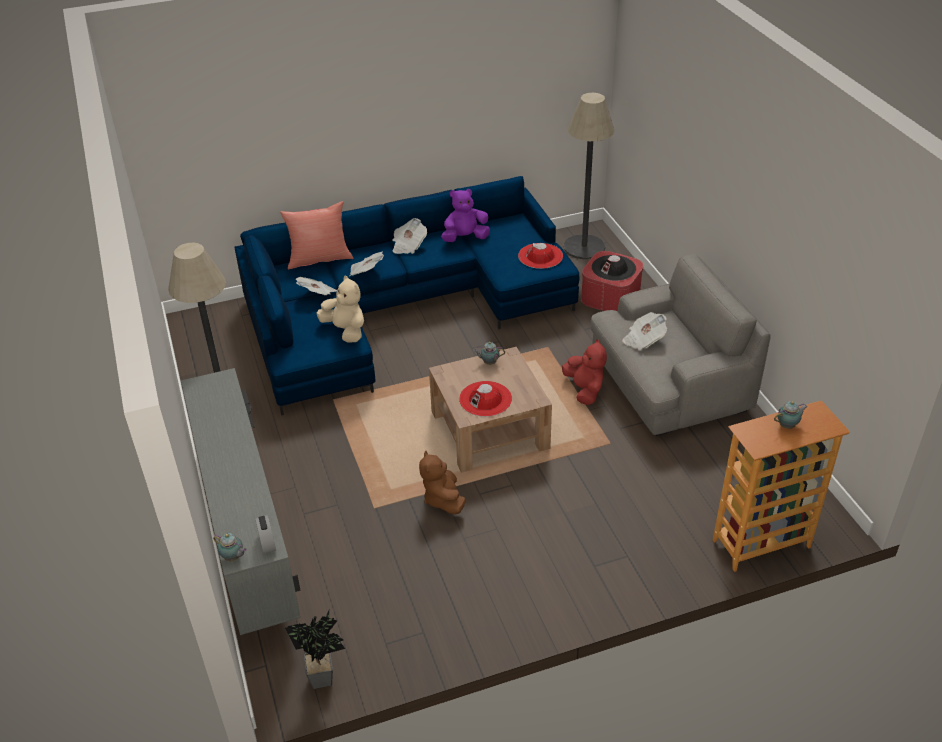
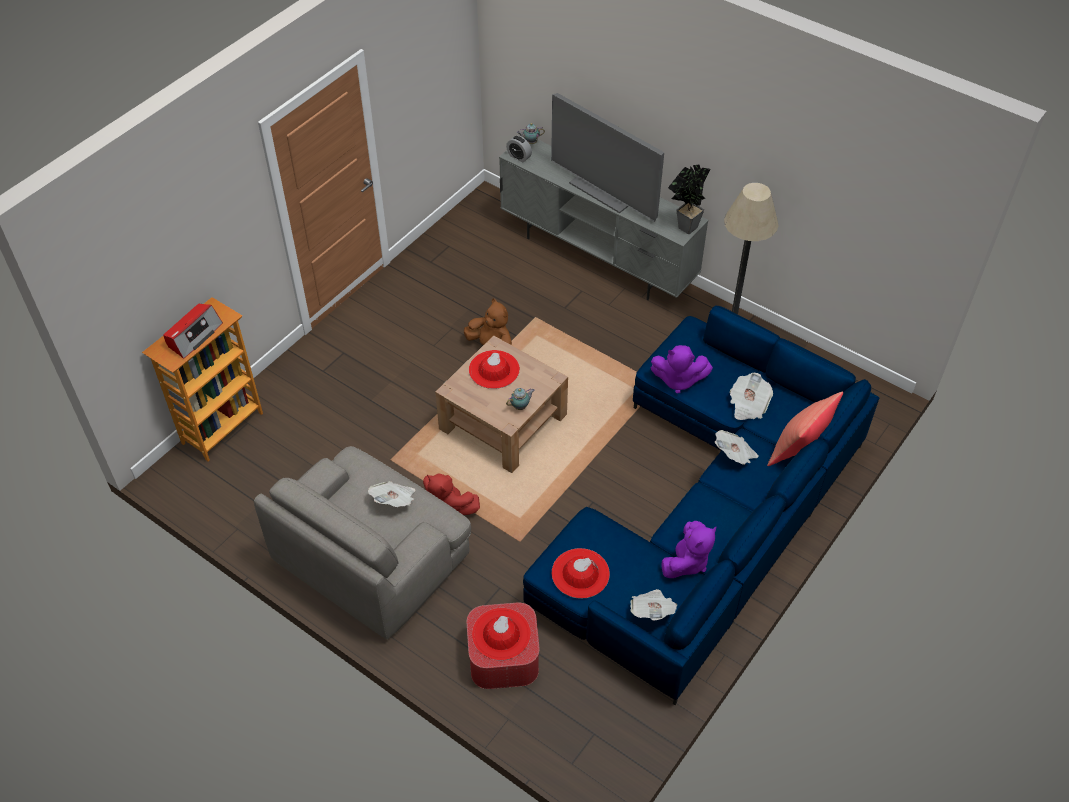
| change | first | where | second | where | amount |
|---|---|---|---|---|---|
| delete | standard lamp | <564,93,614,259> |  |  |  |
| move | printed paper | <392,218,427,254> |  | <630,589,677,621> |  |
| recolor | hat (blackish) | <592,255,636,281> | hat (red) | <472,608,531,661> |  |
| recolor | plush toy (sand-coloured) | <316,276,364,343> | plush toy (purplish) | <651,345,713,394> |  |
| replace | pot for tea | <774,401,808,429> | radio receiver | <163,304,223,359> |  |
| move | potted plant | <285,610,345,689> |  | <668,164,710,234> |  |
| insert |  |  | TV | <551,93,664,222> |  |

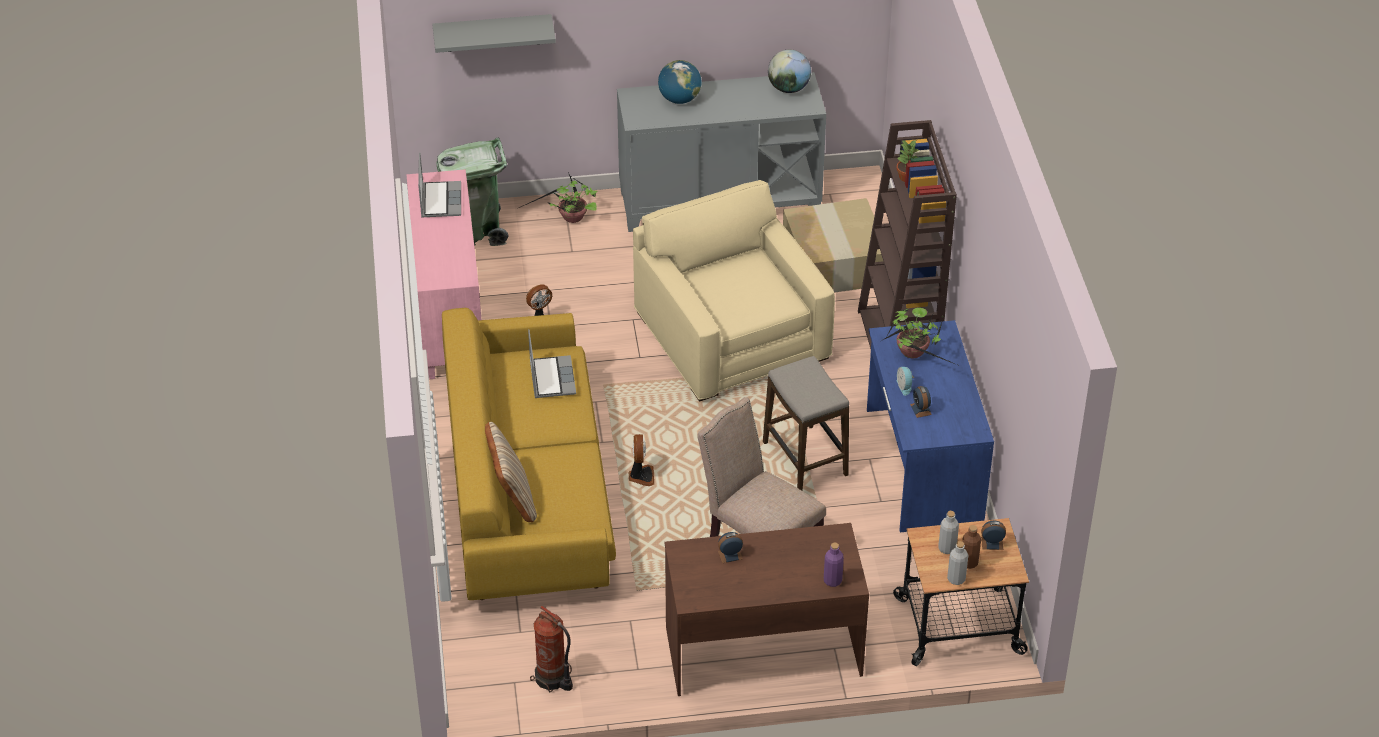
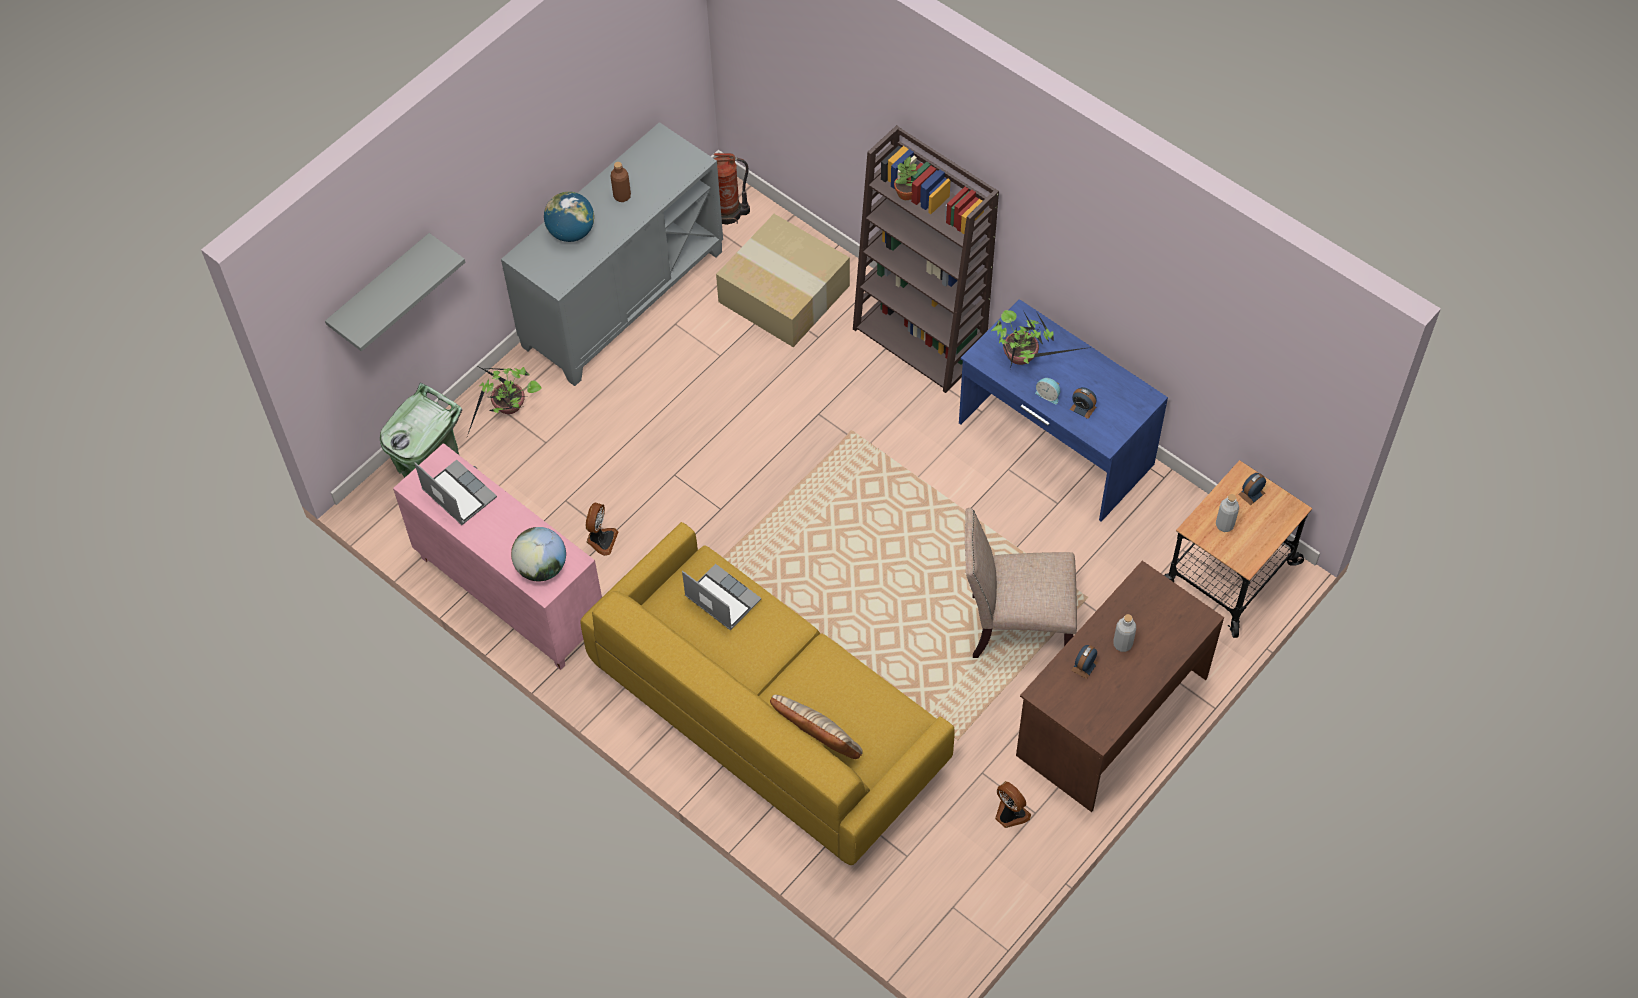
| change | first | where | second | where | amount |
|---|---|---|---|---|---|
| move | globe | <768,49,811,93> |  | <511,527,566,581> |  |
| delete | easy chair (sand-coloured) | <633,180,835,402> |  |  |  |
| delete | sitting stool | <763,356,849,491> |  |  |  |
| move | fan | <629,434,654,486> |  | <995,781,1031,828> |  |
| move | bottle (brownish) | <962,525,981,569> |  | <611,162,631,202> |  |
| move | bottle (greyish) | <947,541,968,585> |  | <1113,614,1136,652> |  |
| delete | bottle (purplish) | <824,542,844,587> |  |  |  |
| move | fire extinguisher | <530,606,573,692> |  | <714,153,750,225> |  |

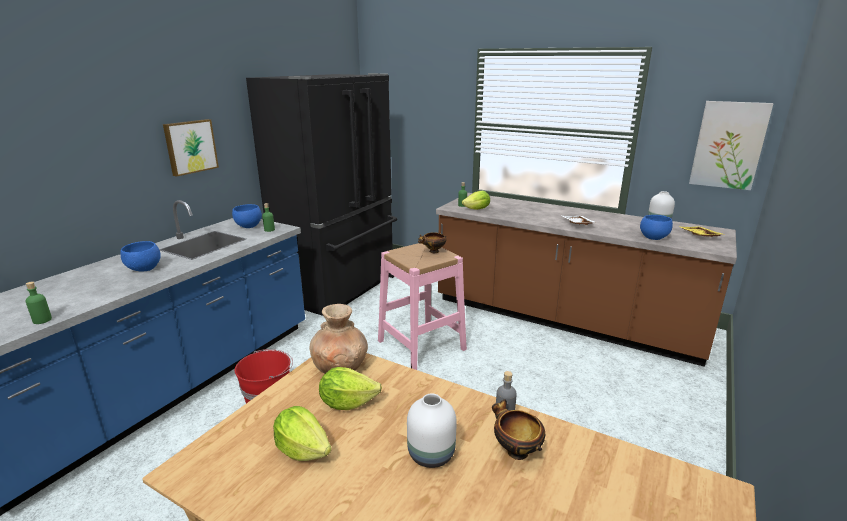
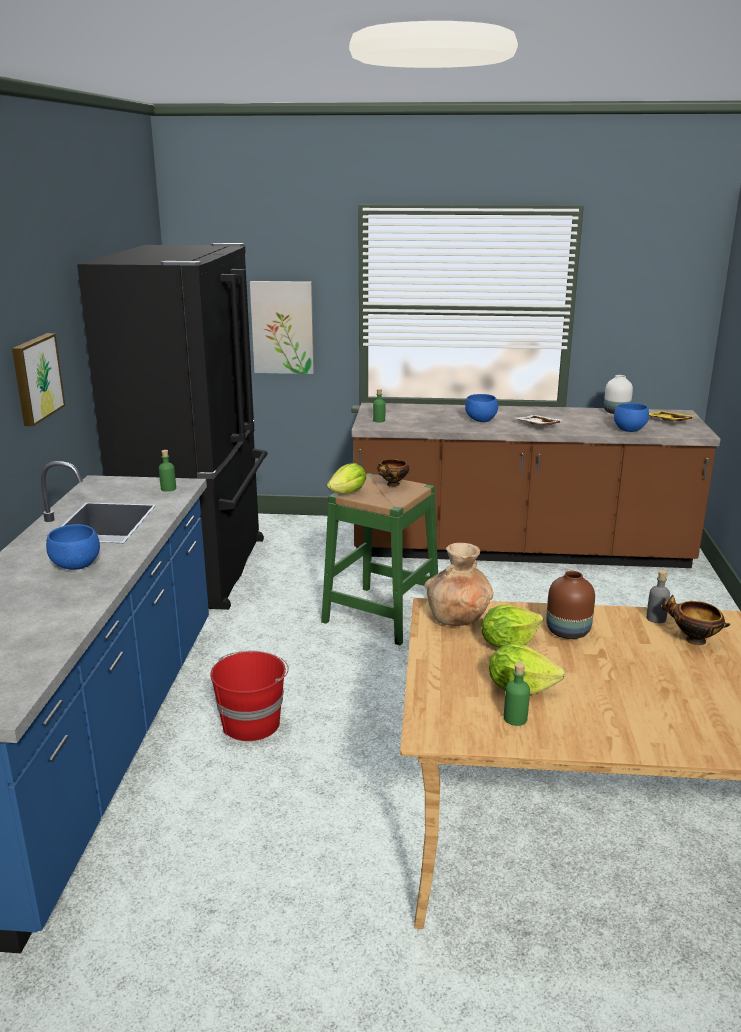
| change | first | where | second | where | amount |
|---|---|---|---|---|---|
| move | wall art | <689,101,773,190> |  | <250,281,314,374> |  |
| move | head of lettuce | <462,191,490,210> |  | <327,463,366,494> |  |
| move | serving bowl (blue) | <232,204,262,228> |  | <465,394,498,422> |  |
| recolor | sitting stool (pink) | <378,243,467,370> | sitting stool (green-coloured) | <321,473,438,645> |  |
| move | bottle (green-coloured) | <26,282,52,324> |  | <504,662,530,726> |  |
| delete | decorative vase (white) | <407,393,457,468> |  |  |  |
| insert |  |  | decorative vase (brownish) | <546,571,595,639> |  |

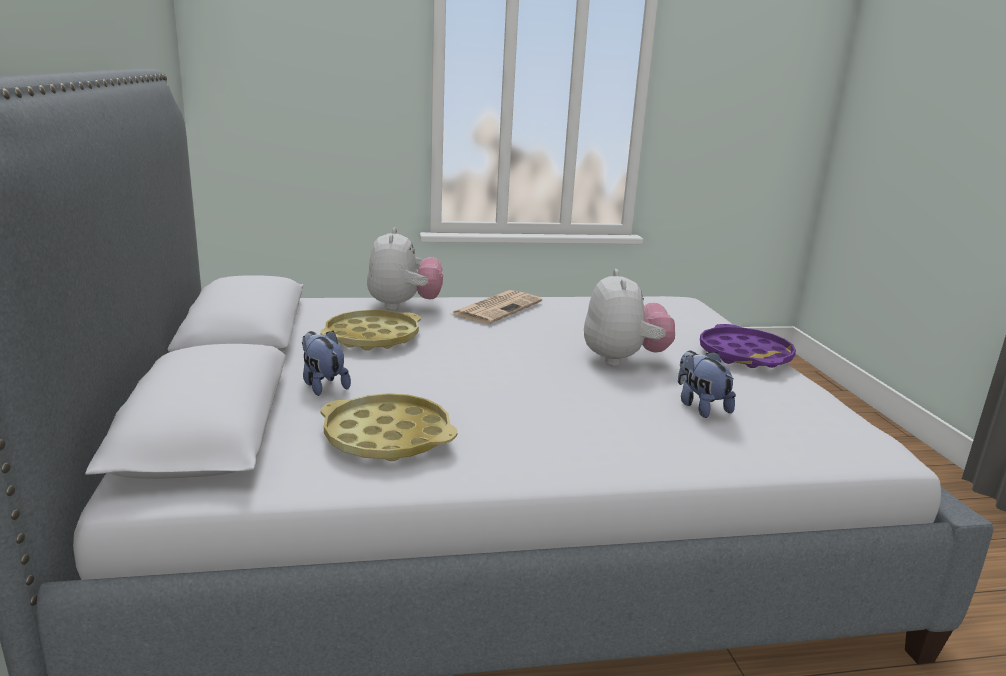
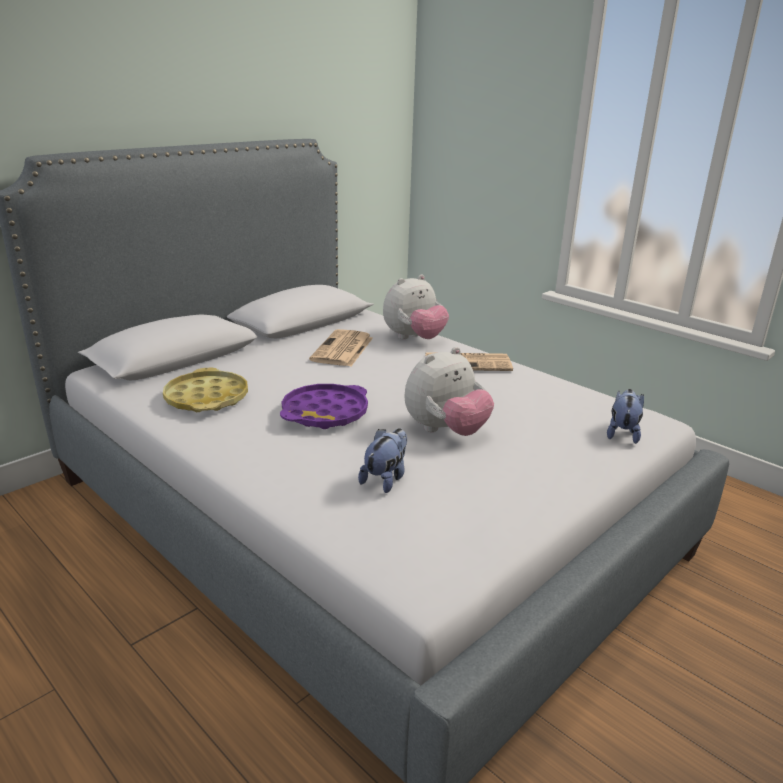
| change | first | where | second | where | amount |
|---|---|---|---|---|---|
| replace | carrying tray (yellow) | <320,310,421,351> | printed paper | <309,329,373,366> |  |
| move | carrying tray (purplish) | <700,324,796,368> |  | <280,384,368,429> |  |
| move | plush toy | <302,331,351,396> |  | <607,389,644,444> |  |

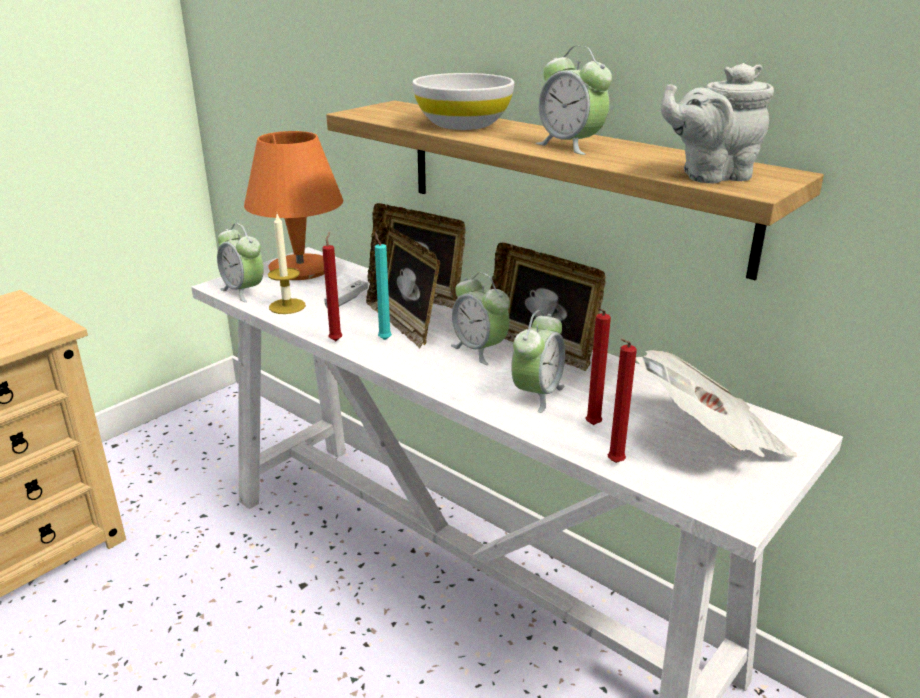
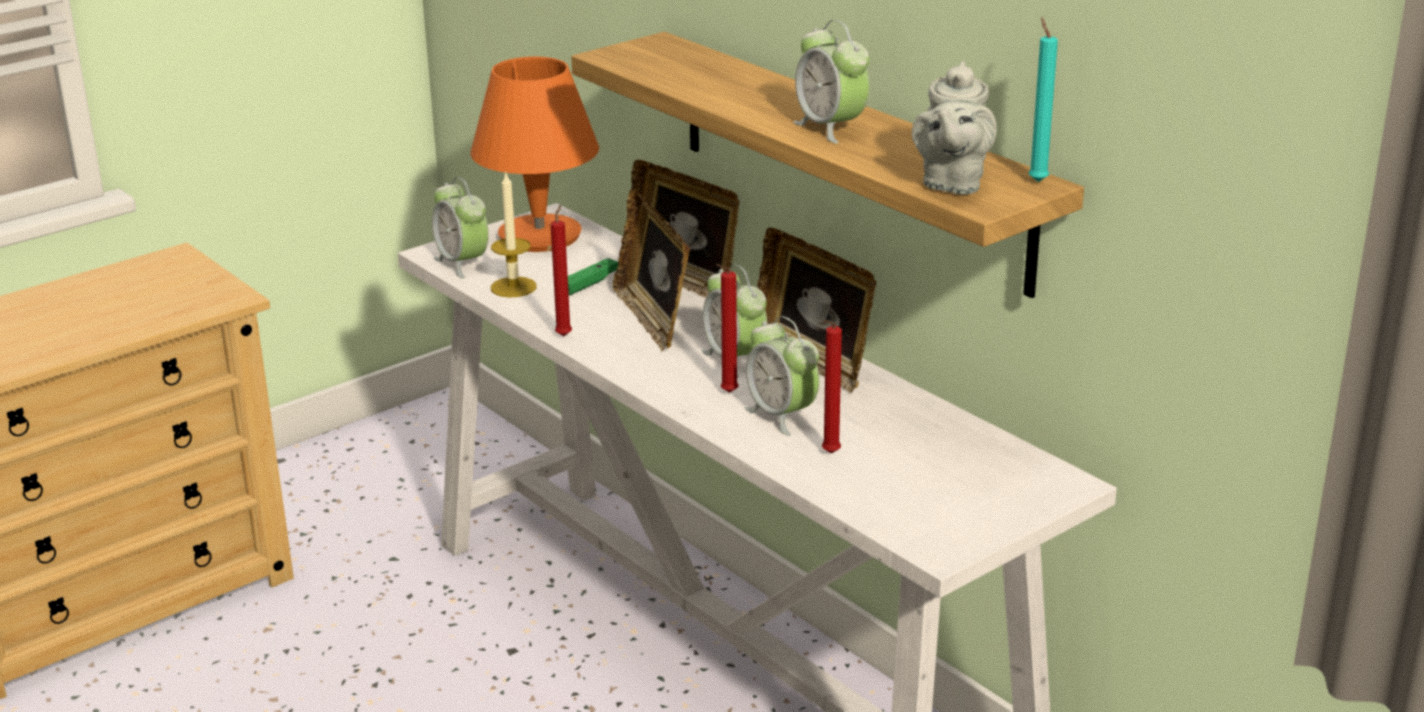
| change | first | where | second | where | amount |
|---|---|---|---|---|---|
| rotate | pot for tea (greyish) | <661,63,774,183> |  | <912,61,997,195> | 75 degrees counterclockwise |
| delete | serving bowl (white) | <412,73,514,130> |  |  |  |
| move | candle (turquoise) | <375,232,392,340> |  | <1028,17,1058,182> |  |
| recolor | joypad (white) | <324,280,368,307> | joypad (green-coloured) | <568,258,618,295> |  |
| rotate | table clock | <511,310,565,413> |  | <744,316,819,436> | 105 degrees clockwise |
| move | candle (red) | <608,339,637,463> |  | <716,264,739,393> |  |
| delete | printed paper | <636,350,797,457> |  |  |  |

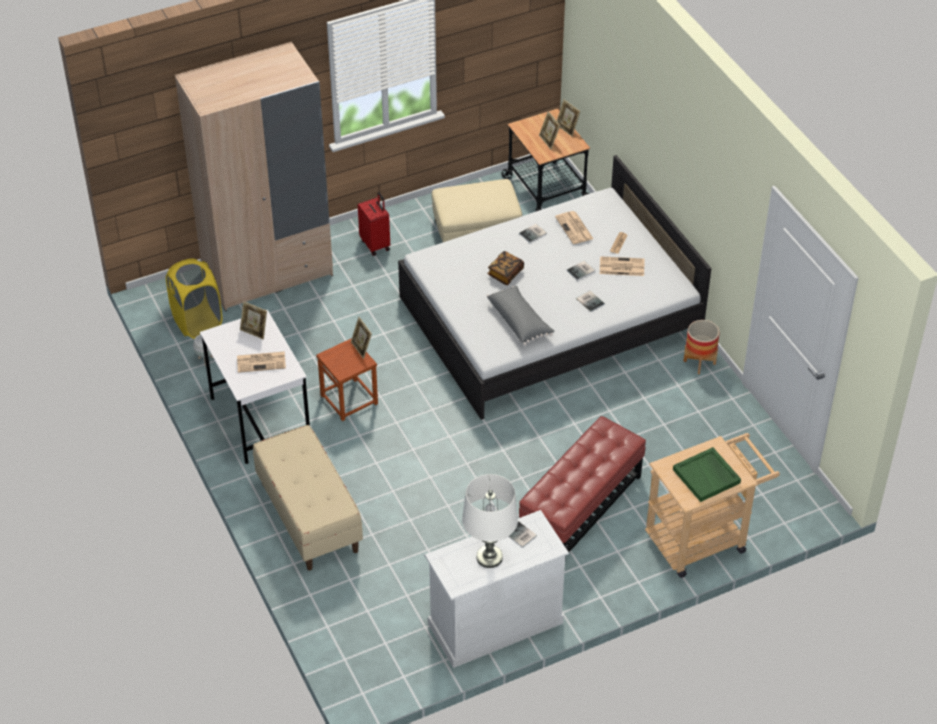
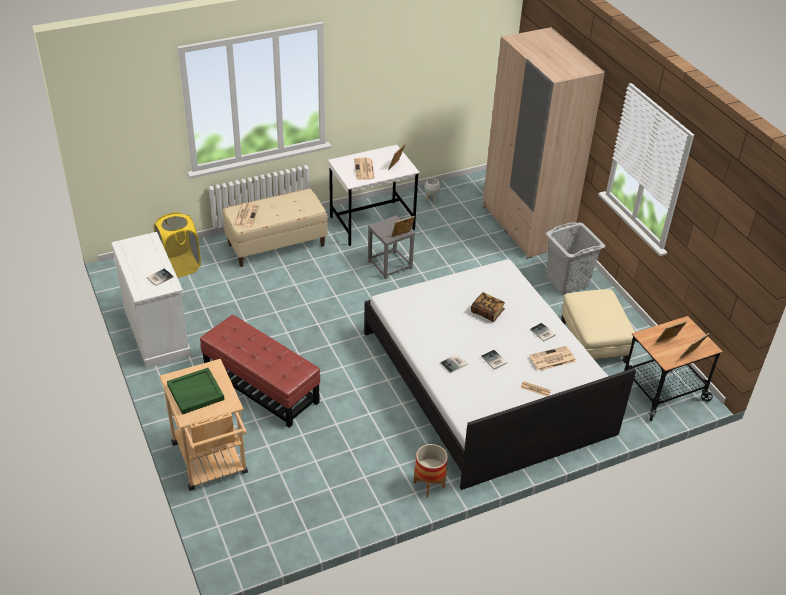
| change | first | where | second | where | amount |
|---|---|---|---|---|---|
| replace | travel case (red) | <358,192,390,256> | washing basket (greyish) | <546,222,605,294> |  |
| move | printed paper | <600,256,644,276> |  | <234,203,259,227> |  |
| move | washing basket (yellow) | <166,258,222,339> |  | <154,212,201,278> |  |
| delete | pillow (greyish) | <486,286,554,346> |  |  |  |
| recolor | sitting stool (brownish) | <316,338,378,421> | sitting stool (greyish) | <368,215,415,279> |  |
| delete | lamp for a table (white) | <462,474,518,568> |  |  |  |

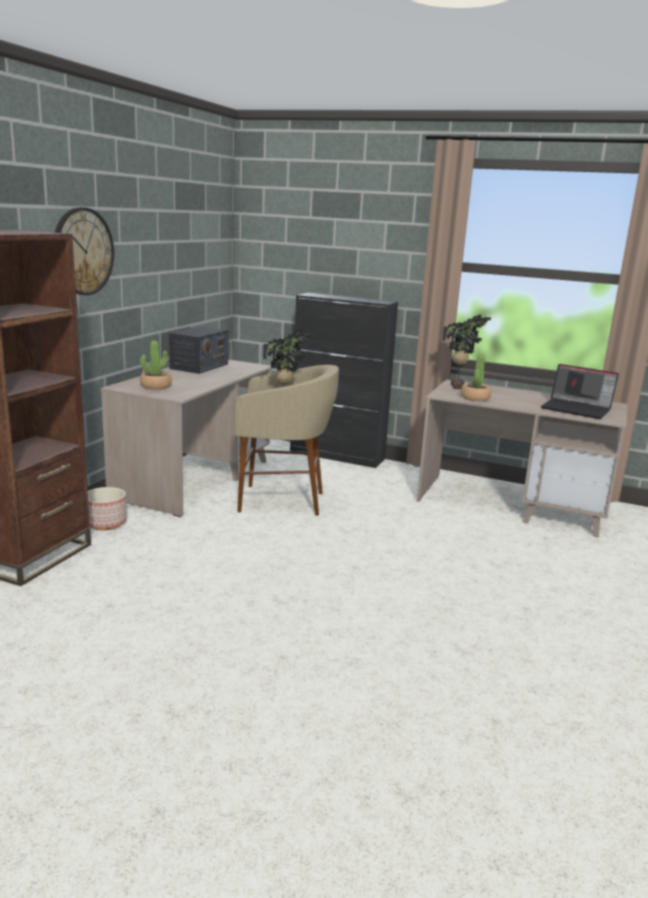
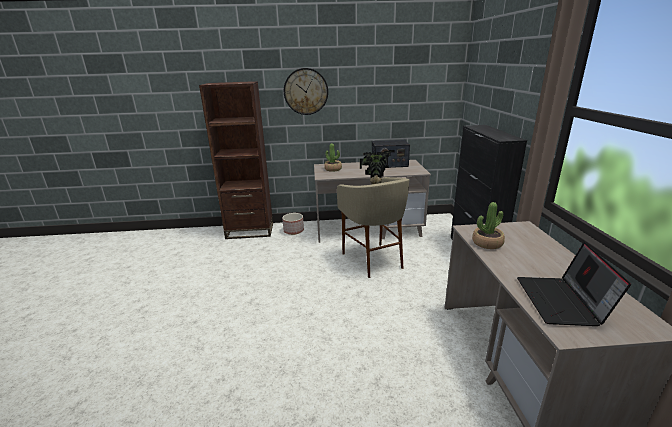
| change | first | where | second | where | amount |
|---|---|---|---|---|---|
| delete | potted plant | <443,315,491,389> |  |  |  |

